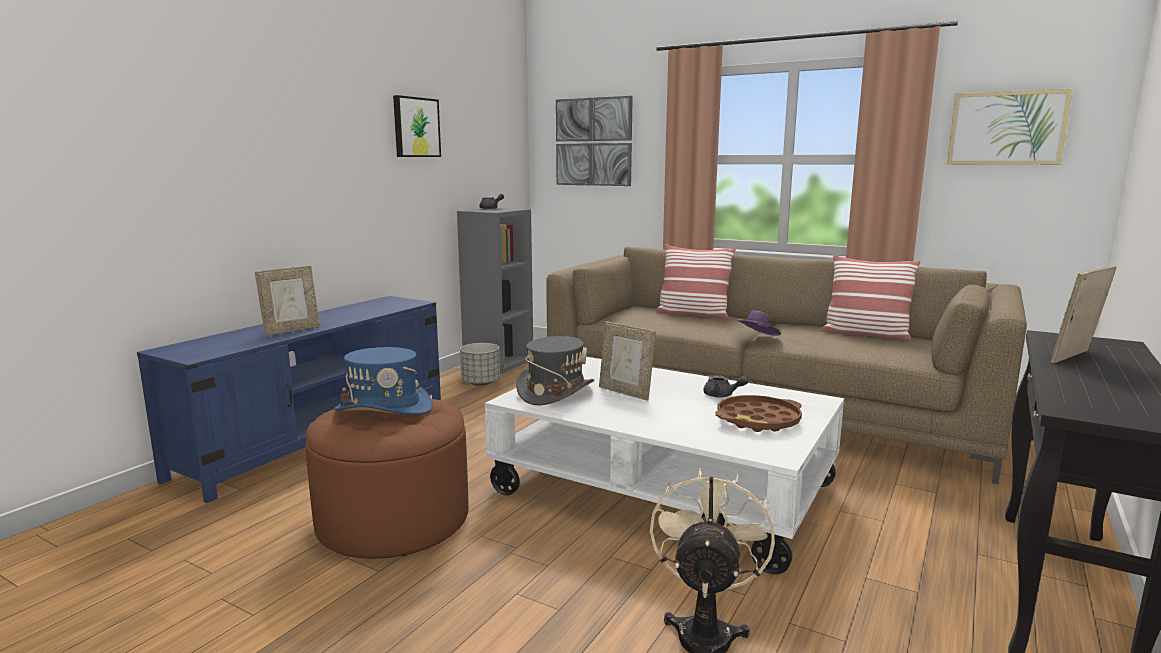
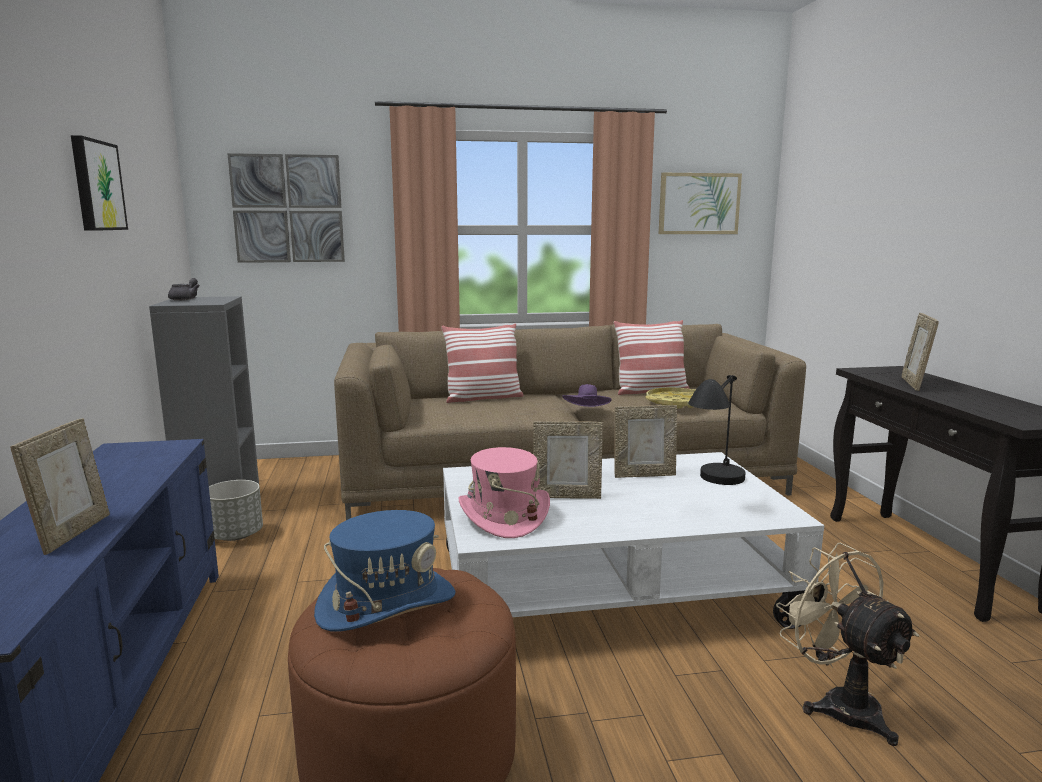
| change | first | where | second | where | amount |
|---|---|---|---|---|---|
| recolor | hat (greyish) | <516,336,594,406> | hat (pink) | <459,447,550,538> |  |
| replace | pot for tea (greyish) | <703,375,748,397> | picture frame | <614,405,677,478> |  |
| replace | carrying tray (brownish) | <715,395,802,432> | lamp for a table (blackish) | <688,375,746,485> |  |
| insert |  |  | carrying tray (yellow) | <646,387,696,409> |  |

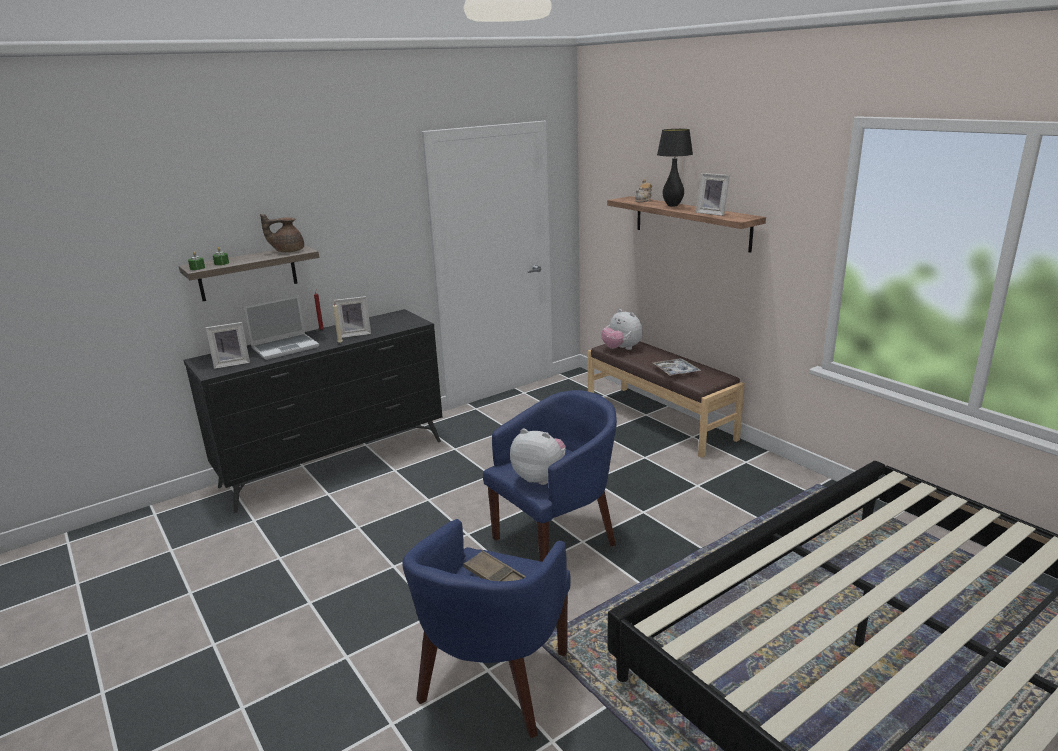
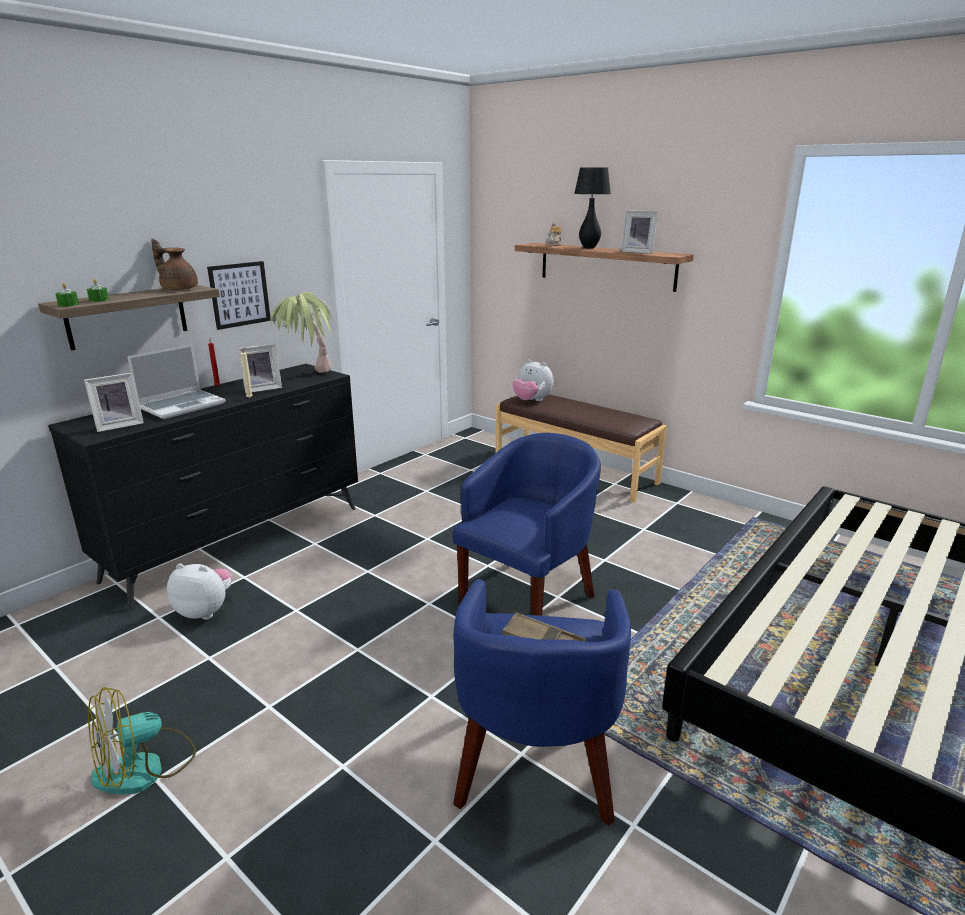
| change | first | where | second | where | amount |
|---|---|---|---|---|---|
| rotate | pot for tea (brownish) | <260,214,304,252> |  | <151,239,198,290> | 60 degrees clockwise |
| delete | carrying tray | <653,358,701,376> |  |  |  |
| move | plush toy | <510,429,566,485> |  | <167,563,232,620> |  |
| insert |  |  | wall art | <207,261,271,330> |  |
| insert |  |  | potted plant | <270,292,335,373> |  |
| insert |  |  | fan | <88,687,196,795> |  |

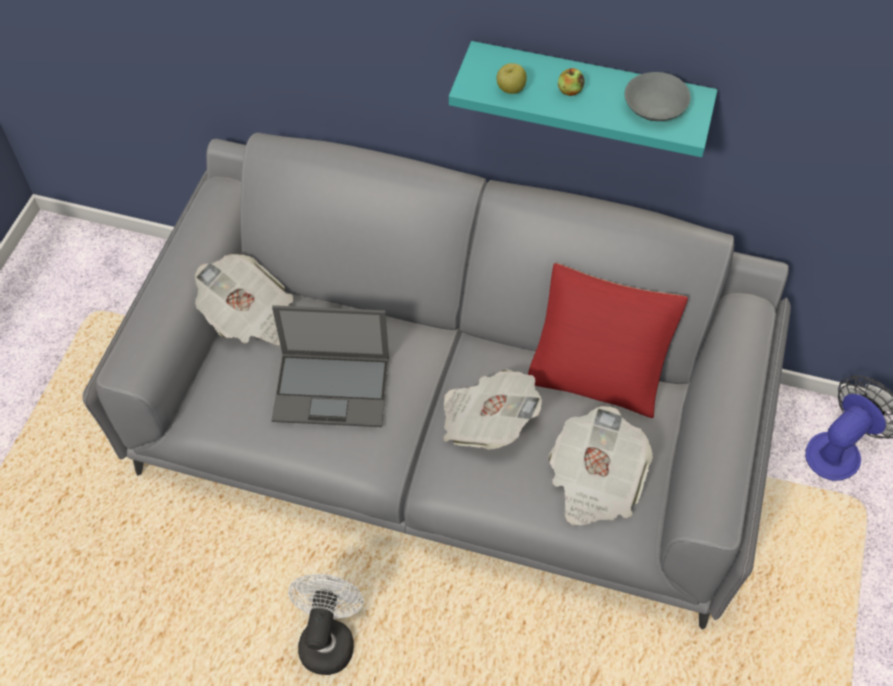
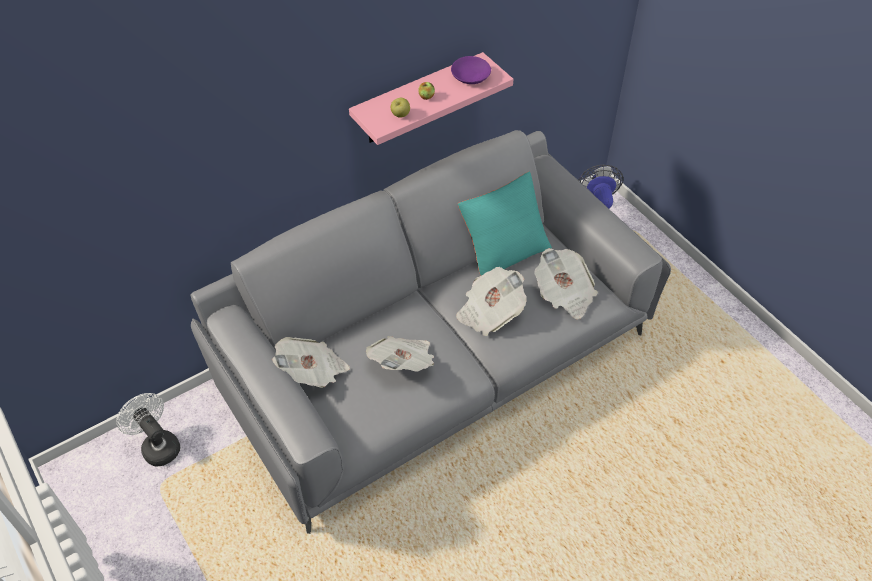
| change | first | where | second | where | amount |
|---|---|---|---|---|---|
| recolor | wall shelf (turquoise) | <449,41,718,157> | wall shelf (pink) | <349,52,513,145> |  |
| recolor | serving bowl (greyish) | <625,72,691,121> | serving bowl (purplish) | <451,56,491,84> |  |
| recolor | pillow (red) | <528,263,688,418> | pillow (turquoise) | <458,171,552,276> |  |
| replace | notebook computer | <272,305,389,427> | printed paper | <366,336,434,372> |  |
| move | fan (white) | <288,574,363,675> |  | <116,393,180,466> |  |

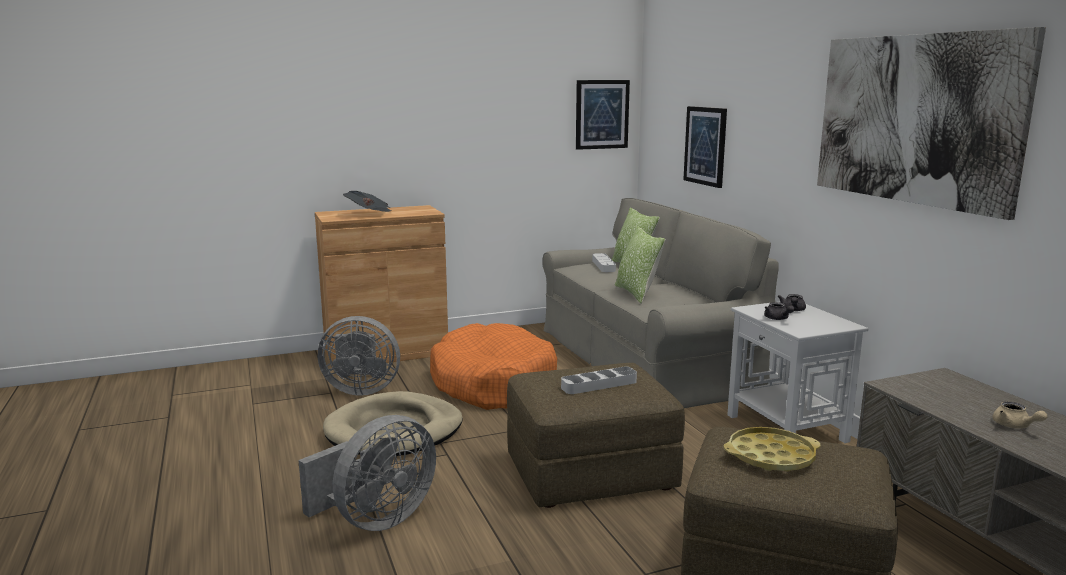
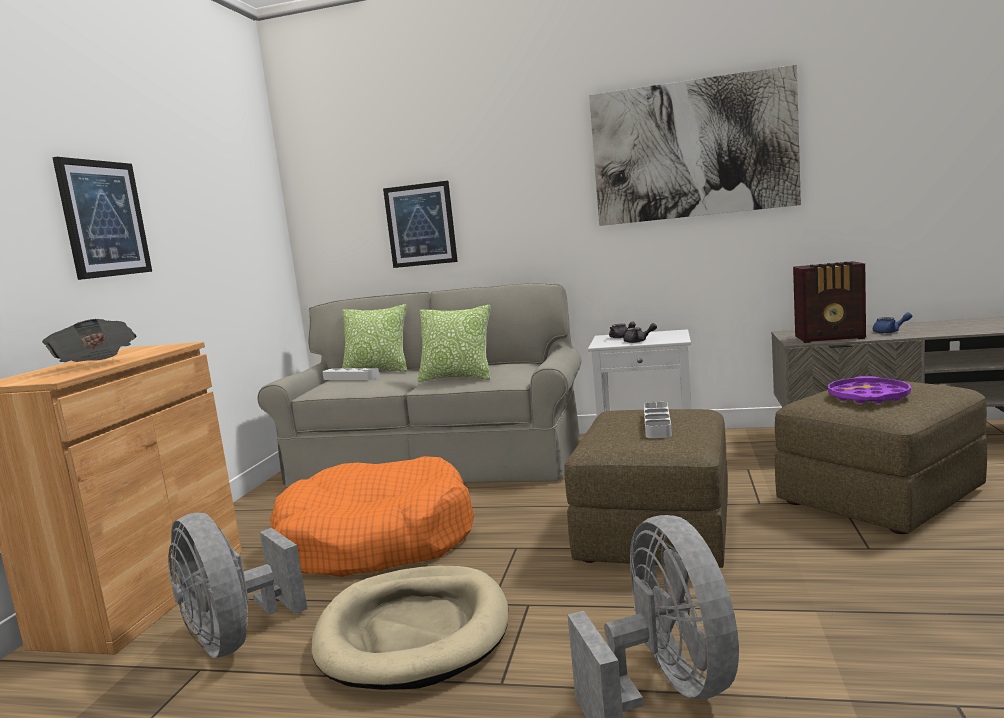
| change | first | where | second | where | amount |
|---|---|---|---|---|---|
| move | wall art | <576,80,630,150> |  | <52,157,152,280> |  |
| rotate | fan (greyish) | <318,316,400,396> |  | <168,513,307,658> | 105 degrees clockwise |
| recolor | pot for tea (sand-coloured) | <993,402,1048,429> | pot for tea (blue) | <873,312,912,333> |  |
| recolor | carrying tray (yellow) | <724,427,820,471> | carrying tray (purplish) | <828,376,911,403> |  |
| insert |  |  | radio receiver | <793,261,866,343> |  |

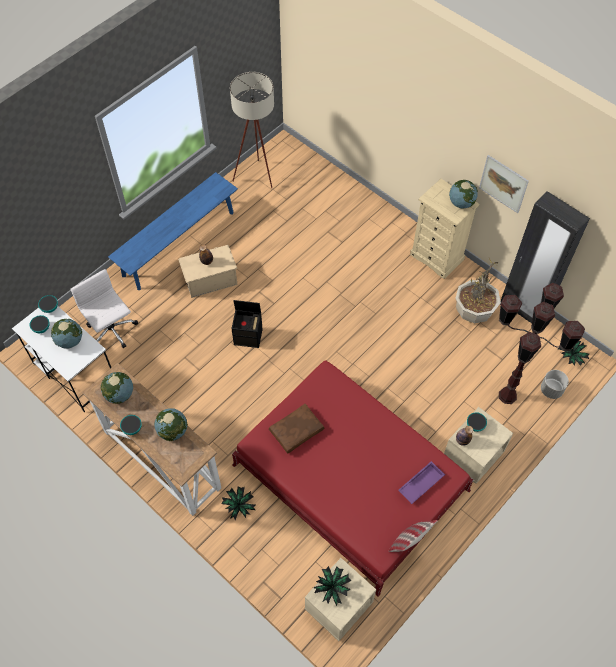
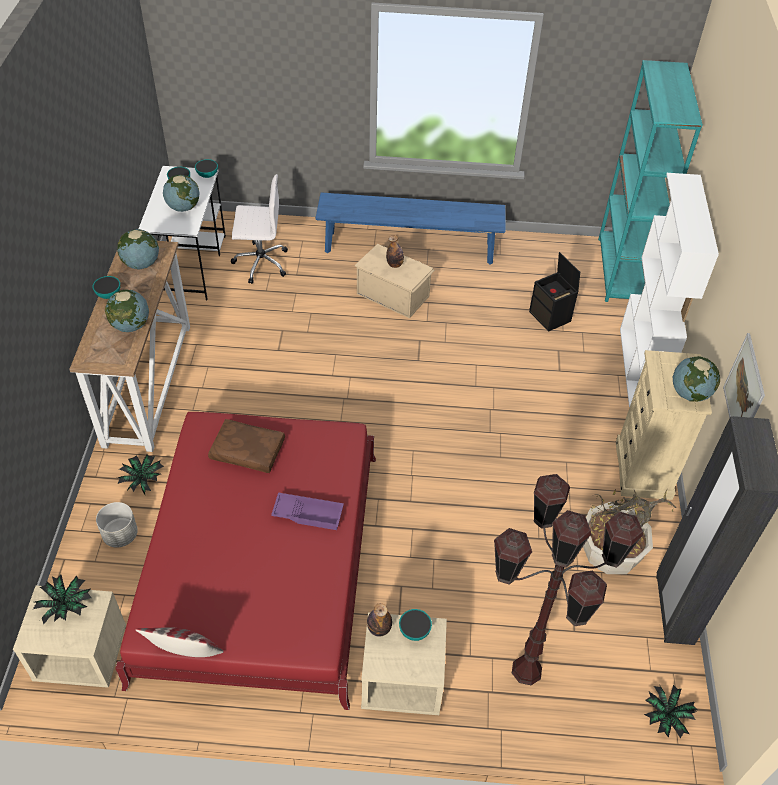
| change | first | where | second | where | amount |
|---|---|---|---|---|---|
| delete | standard lamp (sand-coloured) | <230,72,274,188> |  |  |  |
| rotate | desk chair (white) | <70,269,138,348> |  | <231,174,288,284> | 75 degrees clockwise |
| move | storage container (blackish) | <231,300,262,348> |  | <529,252,580,332> |  |
| move | flower pot (greyish) | <541,370,569,399> |  | <96,502,138,548> |  |
| move | carrying tray (purplish) | <398,461,445,504> |  | <271,492,344,530> |  |
| insert |  |  | shelving unit (turquoise) | <598,60,703,302> |  |
| insert |  |  | shelving unit (white) | <620,173,719,407> |  |

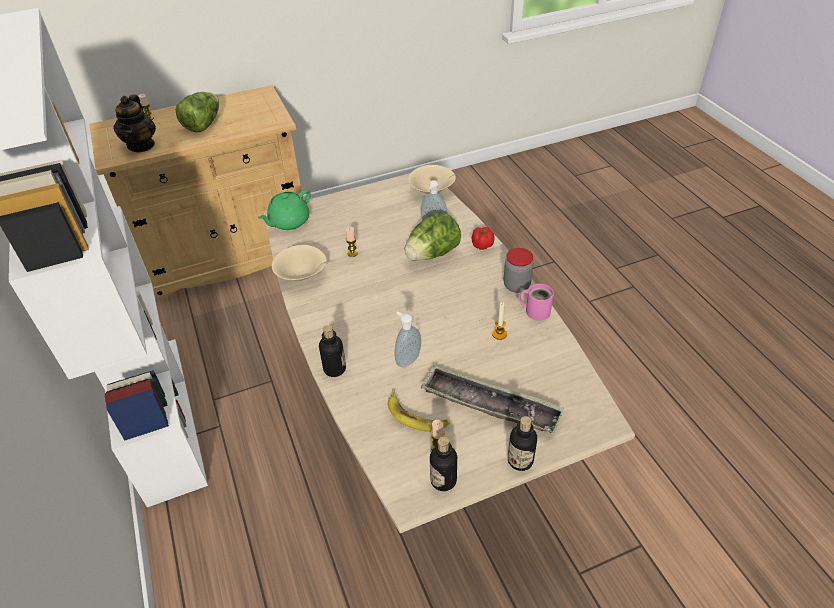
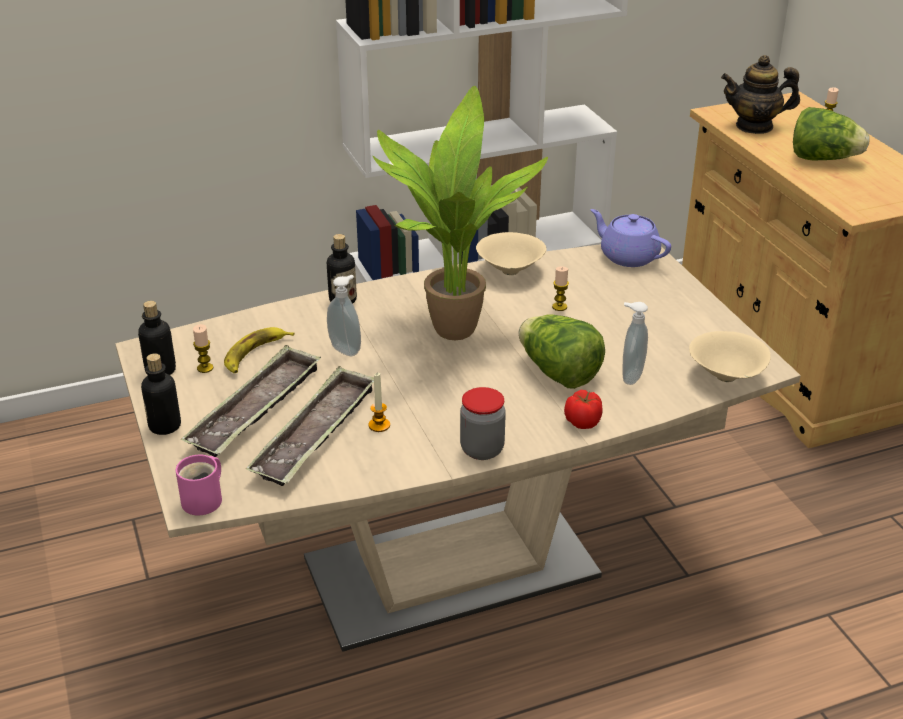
| change | first | where | second | where | amount |
|---|---|---|---|---|---|
| recolor | pot for tea (green-coloured) | <258,190,310,230> | pot for tea (purplish) | <590,209,671,267> |  |
| move | tea mug (pink) | <518,284,554,321> |  | <175,455,222,515> |  |
| insert |  |  | potted plant | <373,86,548,340> |  |
| insert |  |  | carrying tray | <246,366,374,486> |  |

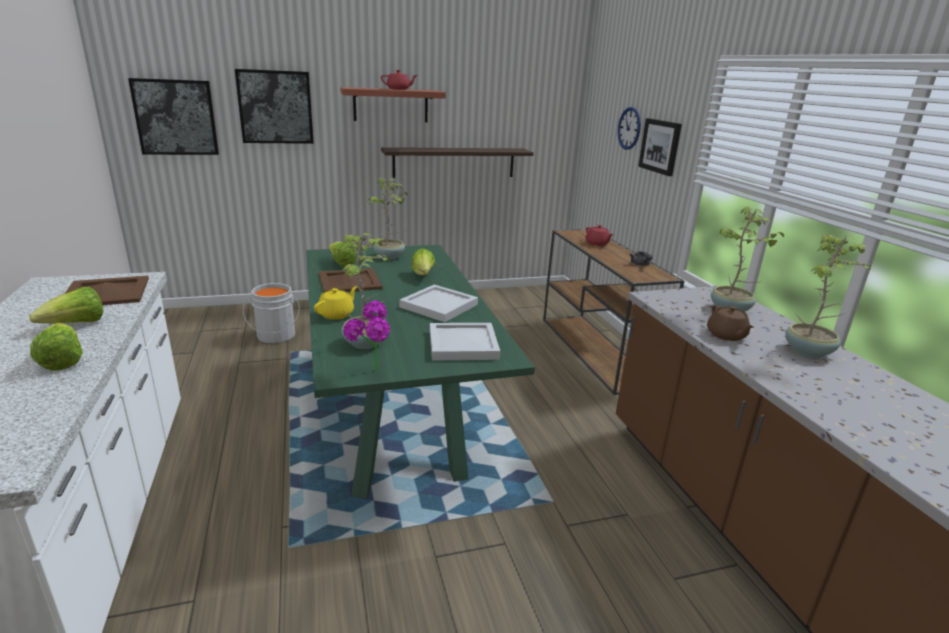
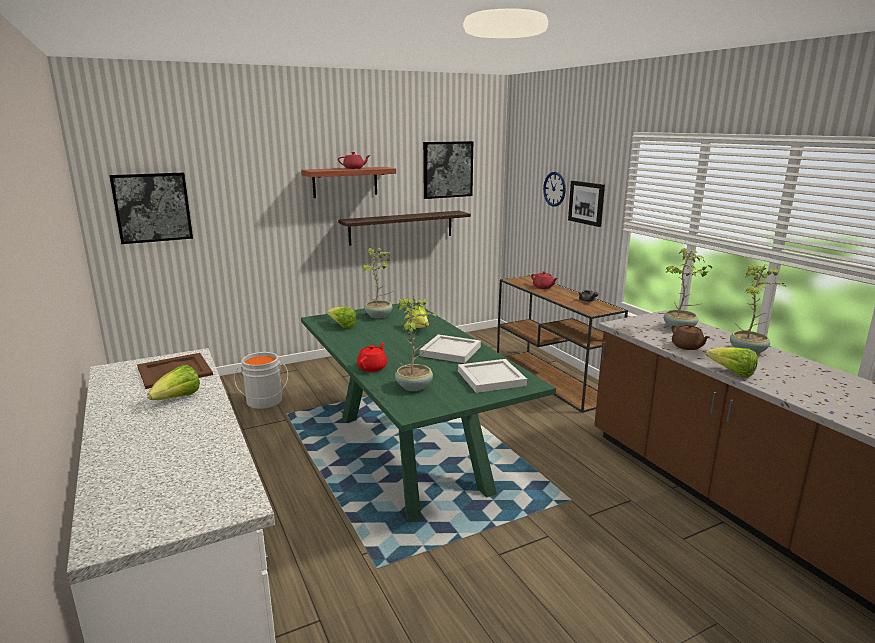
| change | first | where | second | where | amount |
|---|---|---|---|---|---|
| move | wall art | <235,69,314,144> |  | <423,141,473,199> |  |
| delete | carrying tray (brownish) | <319,268,383,292> |  |  |  |
| recolor | pot for tea (yellow) | <314,286,357,320> | pot for tea (red) | <357,342,387,372> |  |
| delete | potted plant | <343,300,390,370> |  |  |  |
| move | head of lettuce | <30,323,83,371> |  | <706,347,758,378> |  |

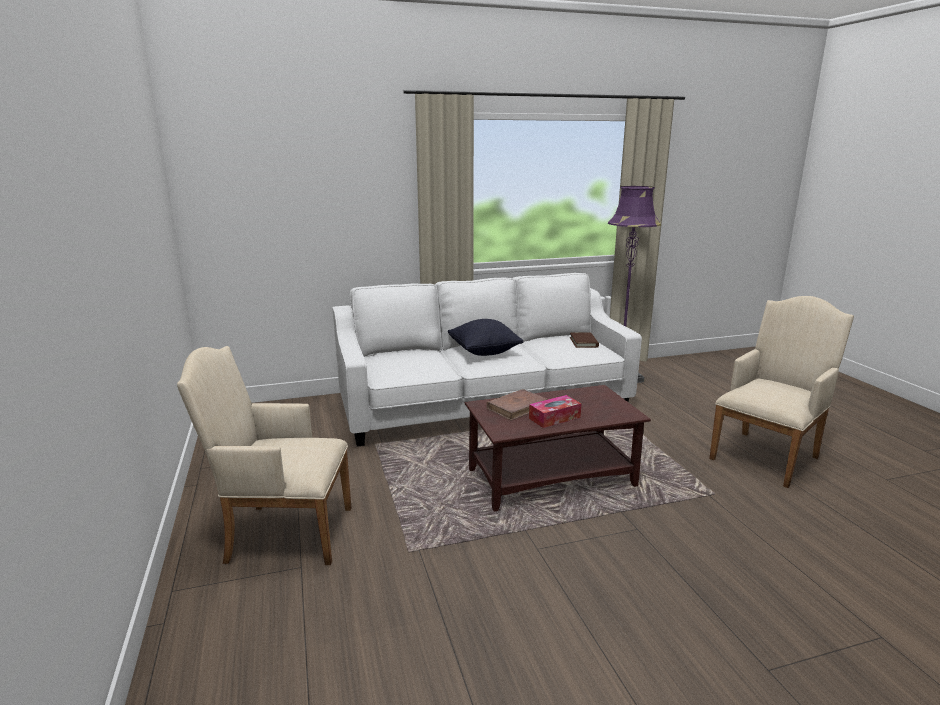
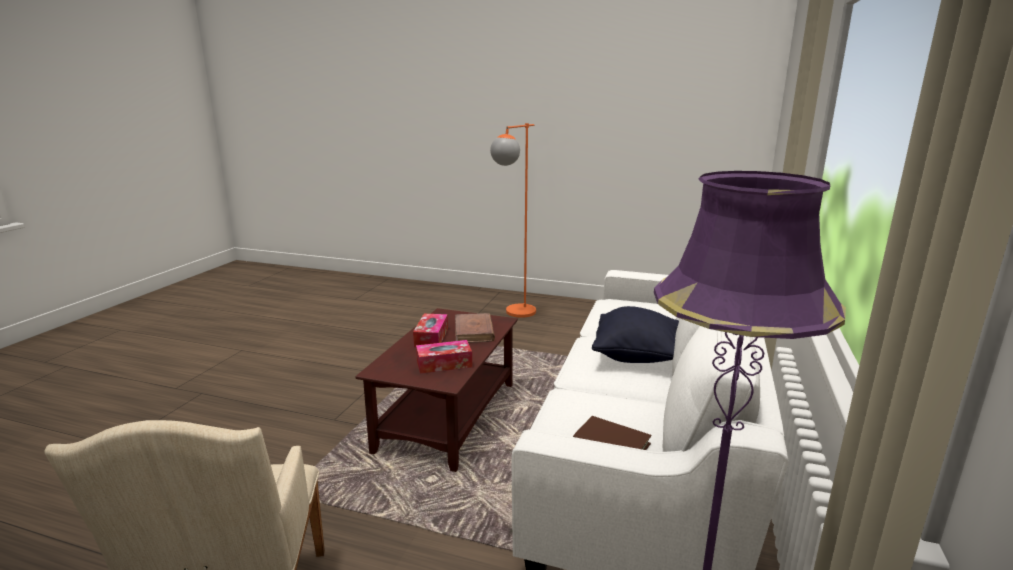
| change | first | where | second | where | amount |
|---|---|---|---|---|---|
| replace | easy chair (sand-coloured) | <177,346,351,565> | standard lamp (orangey) | <490,123,536,318> |  |
| insert |  |  | box of tissues | <416,340,472,374> |  |

